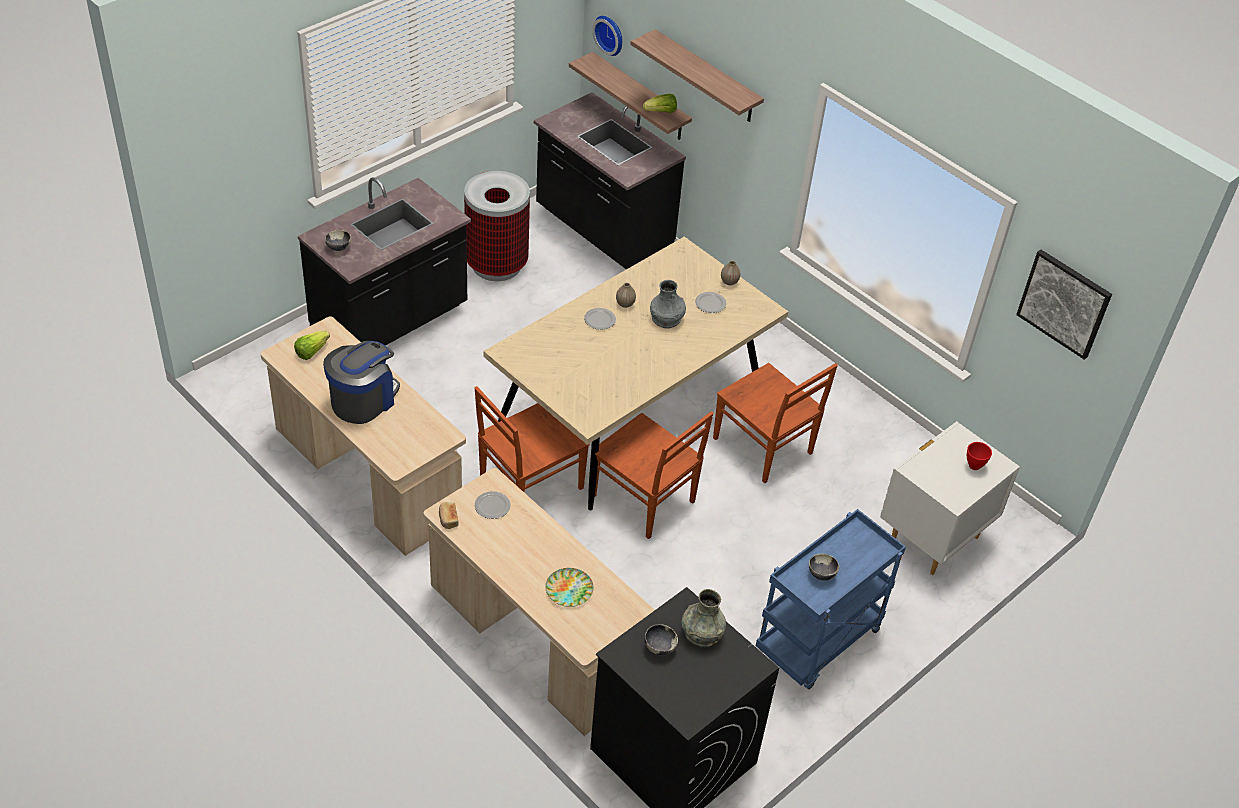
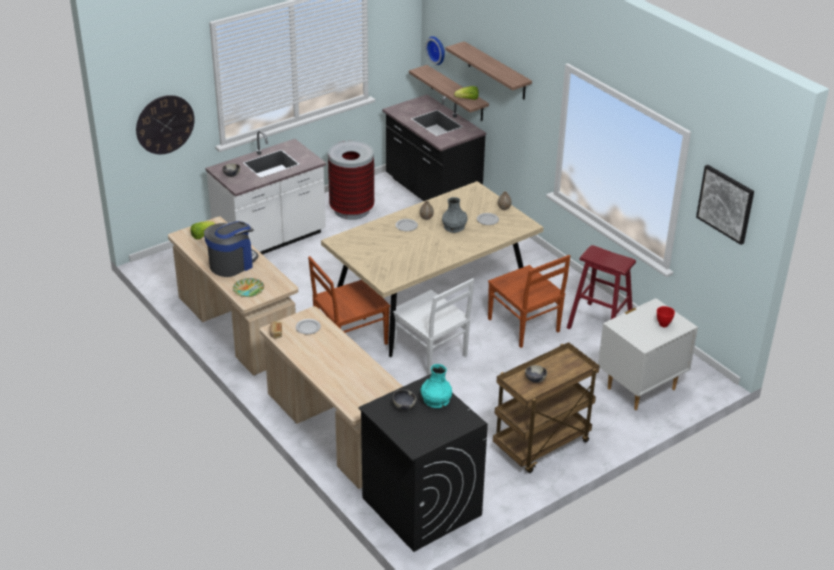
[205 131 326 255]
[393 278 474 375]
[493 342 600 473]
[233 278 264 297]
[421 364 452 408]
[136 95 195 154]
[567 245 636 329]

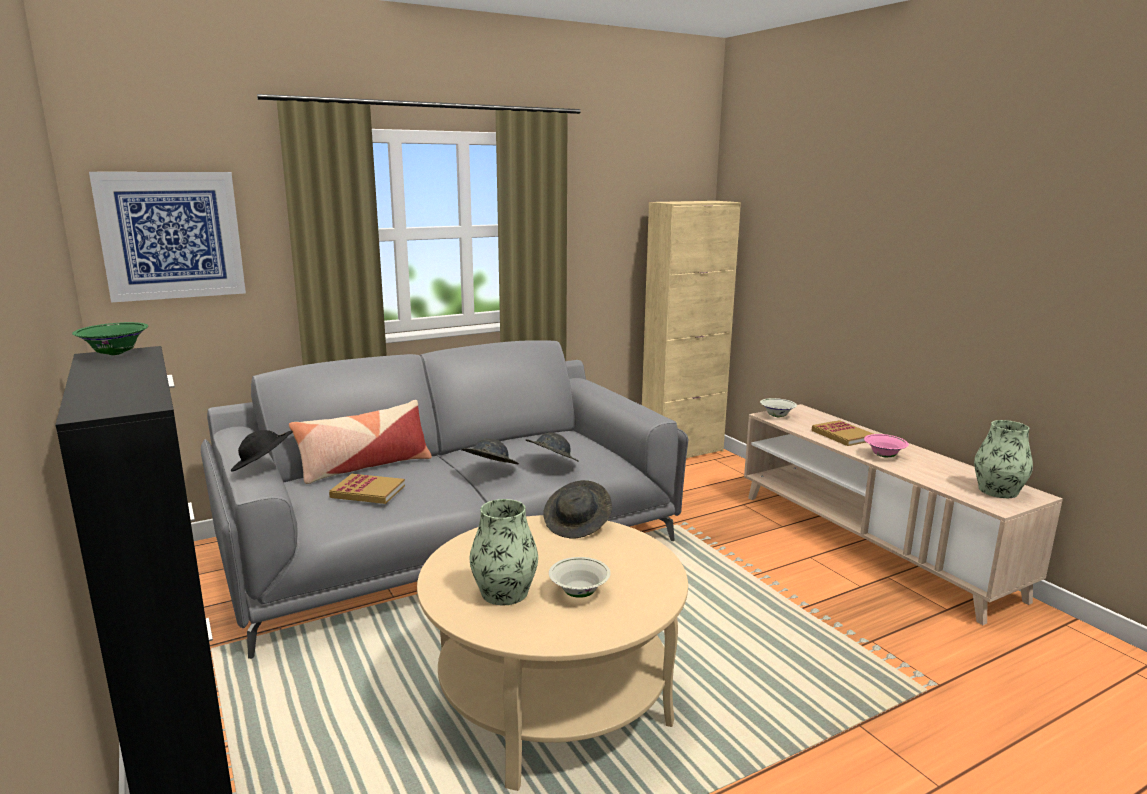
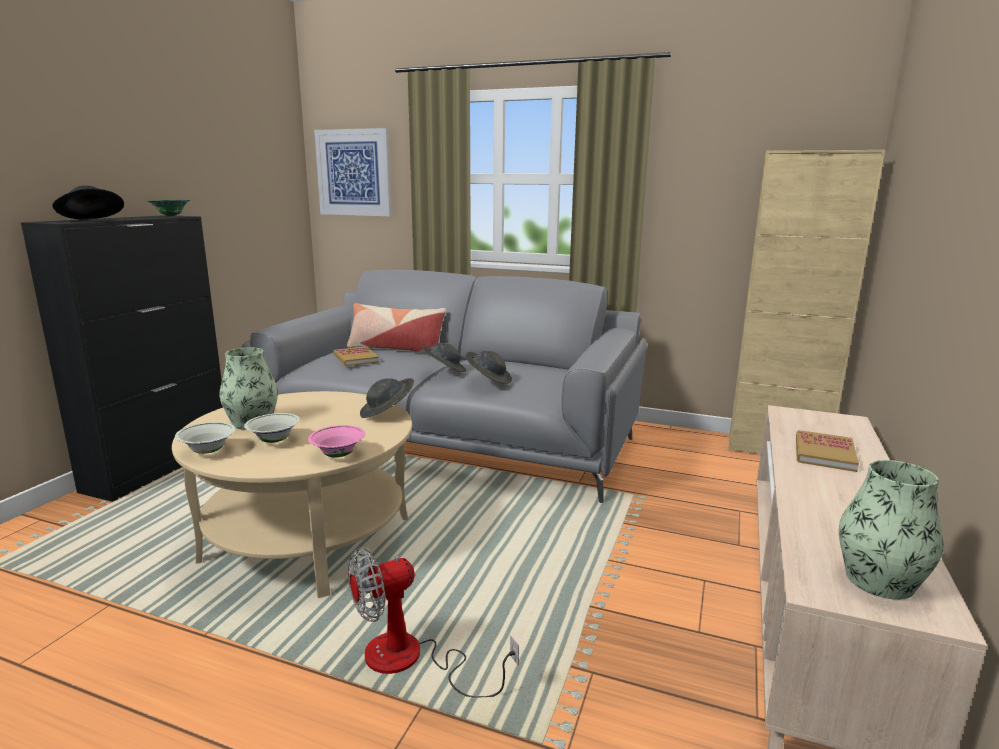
[175 422 235 454]
[52 186 124 220]
[308 425 365 457]
[348 548 519 698]

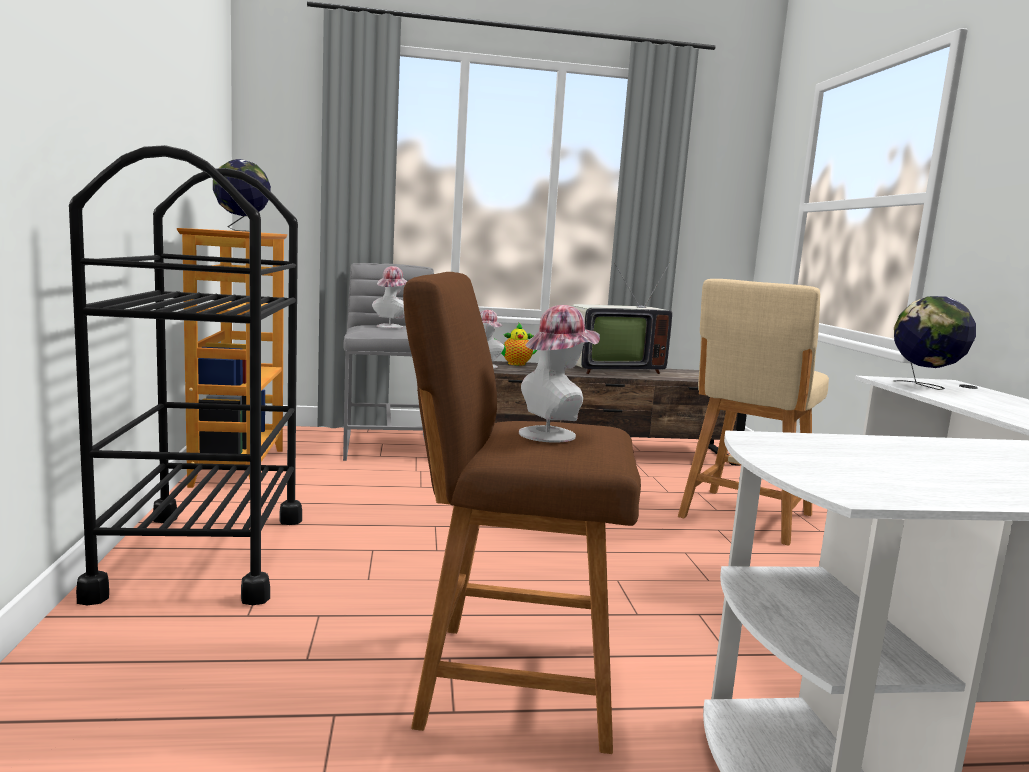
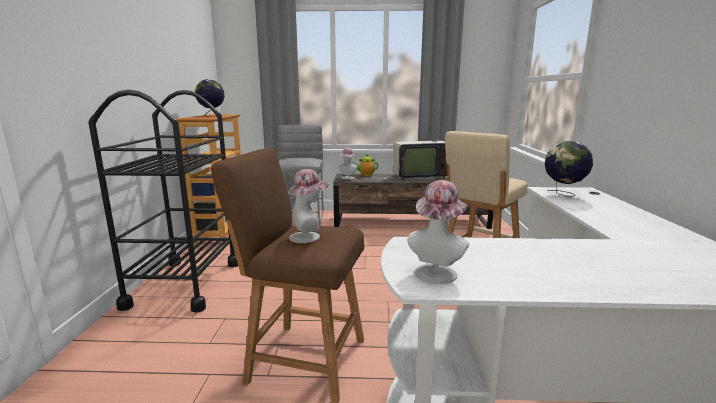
[408 180 469 284]

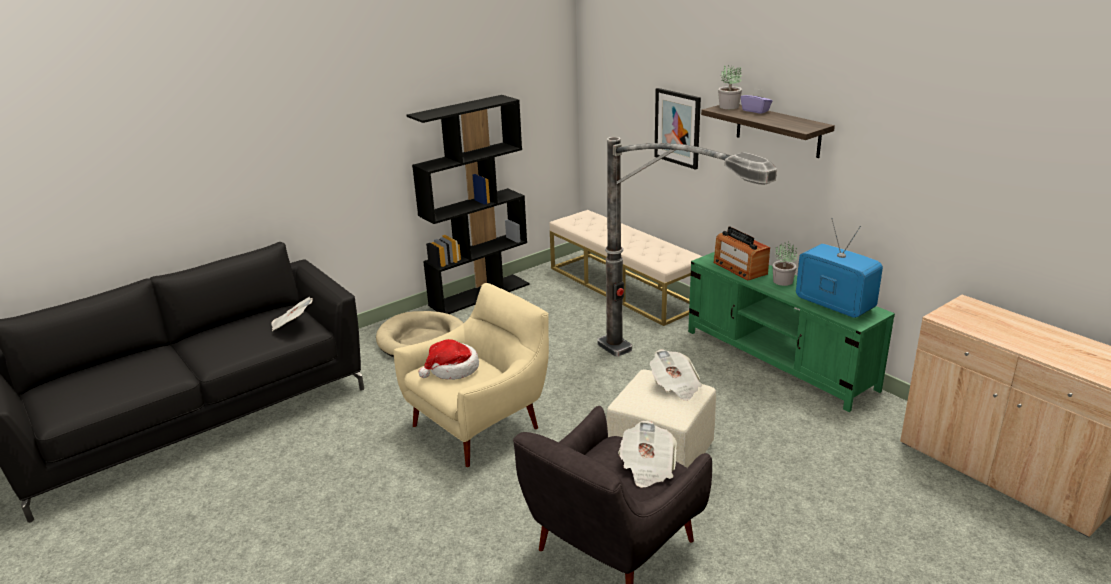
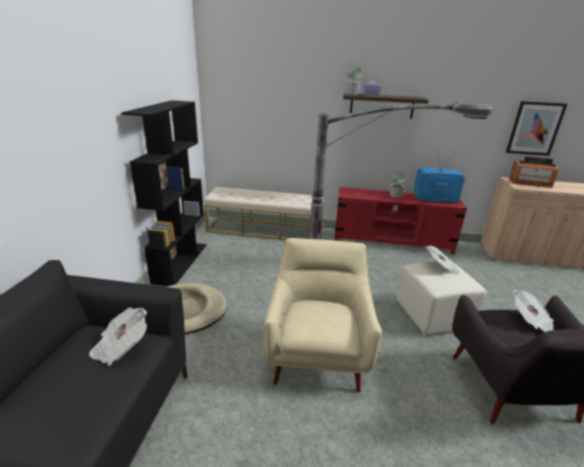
[506 101 567 156]
[509 157 559 188]
[334 187 467 255]
[419 339 479 380] (first image)

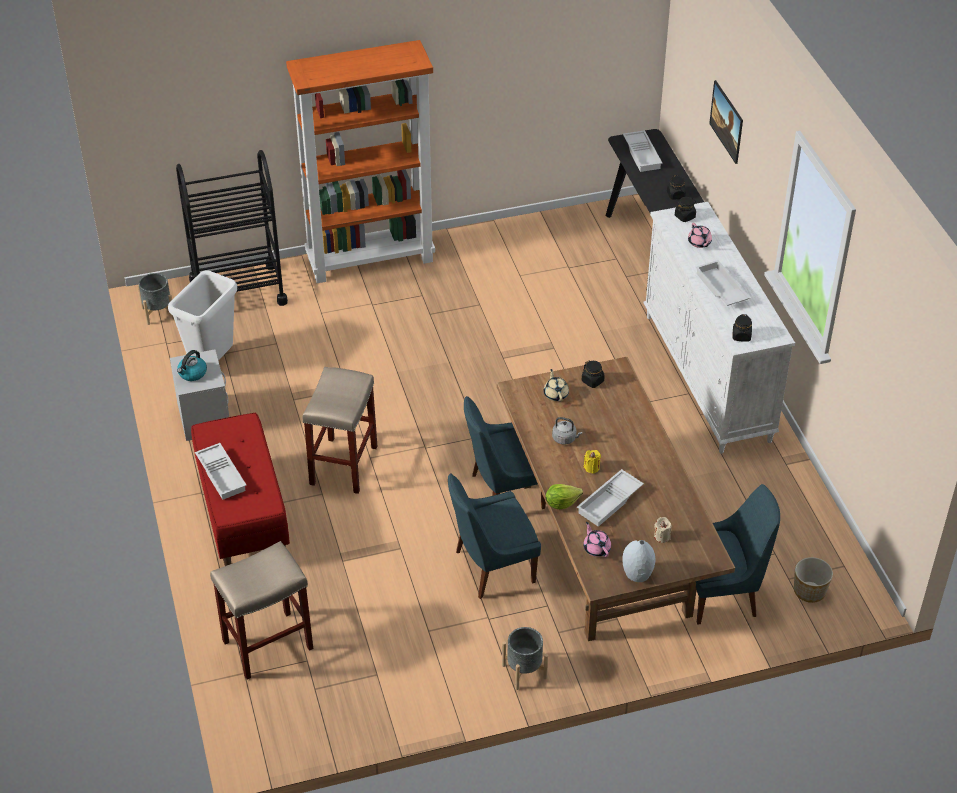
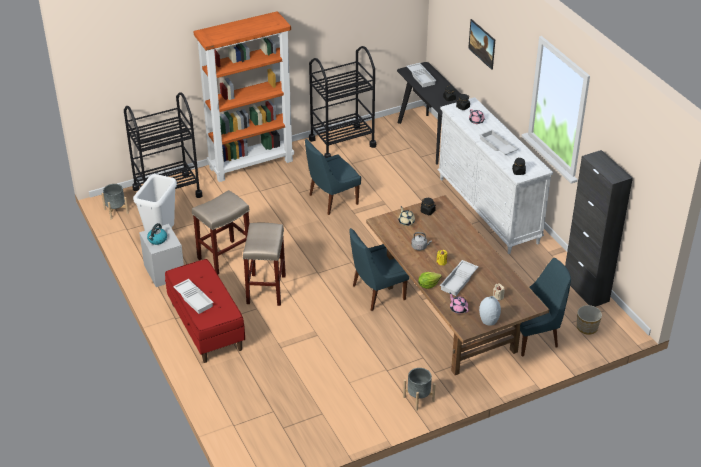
[305 139 361 215]
[192 190 249 274]
[309 46 376 158]
[565 150 633 307]

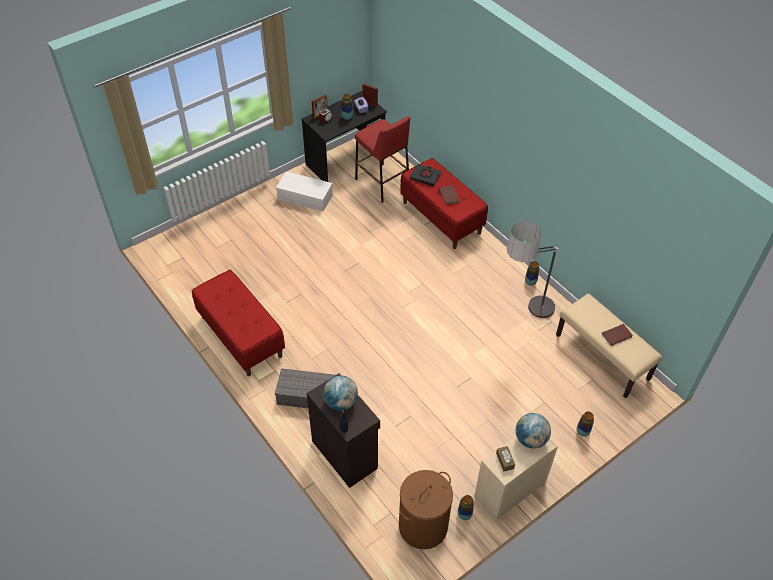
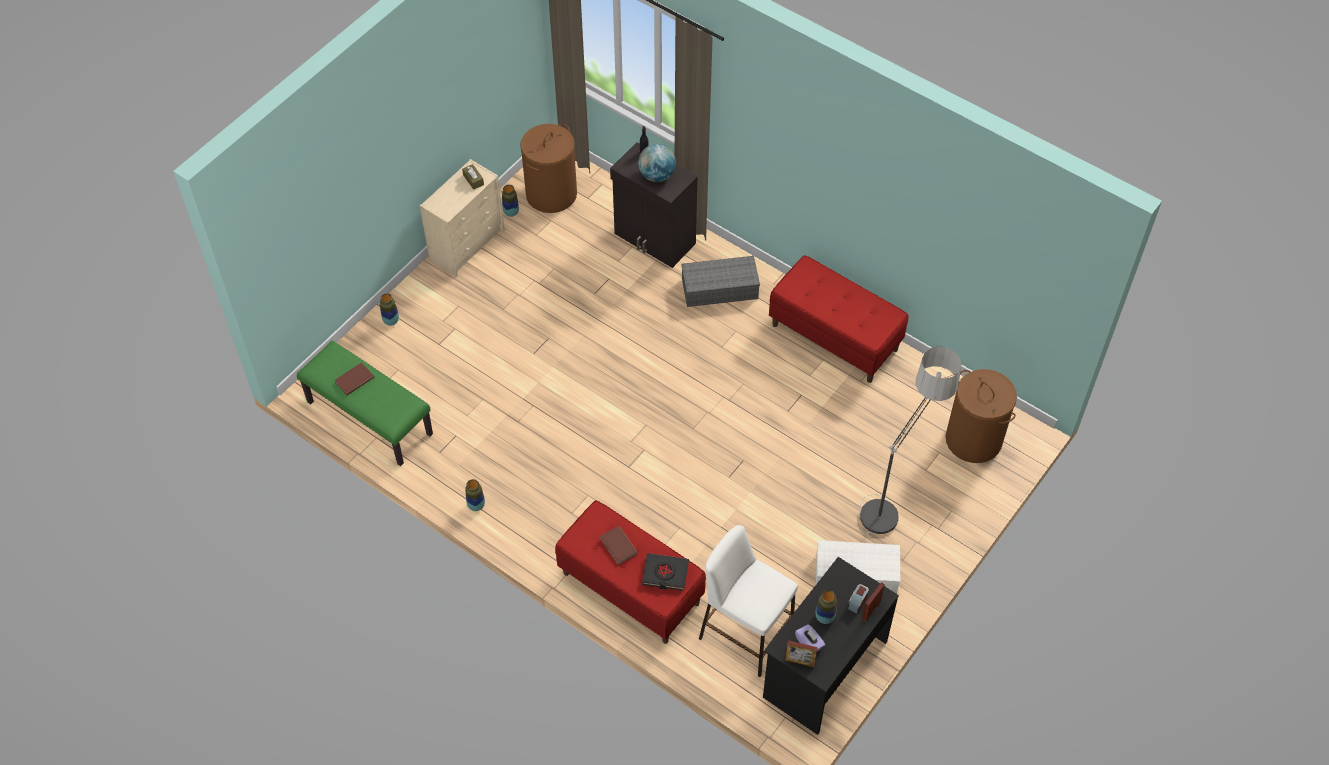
[699 525 798 677]
[860 347 961 535]
[297 341 433 466]
[516 413 551 448] (first image)
[946 369 1017 463]

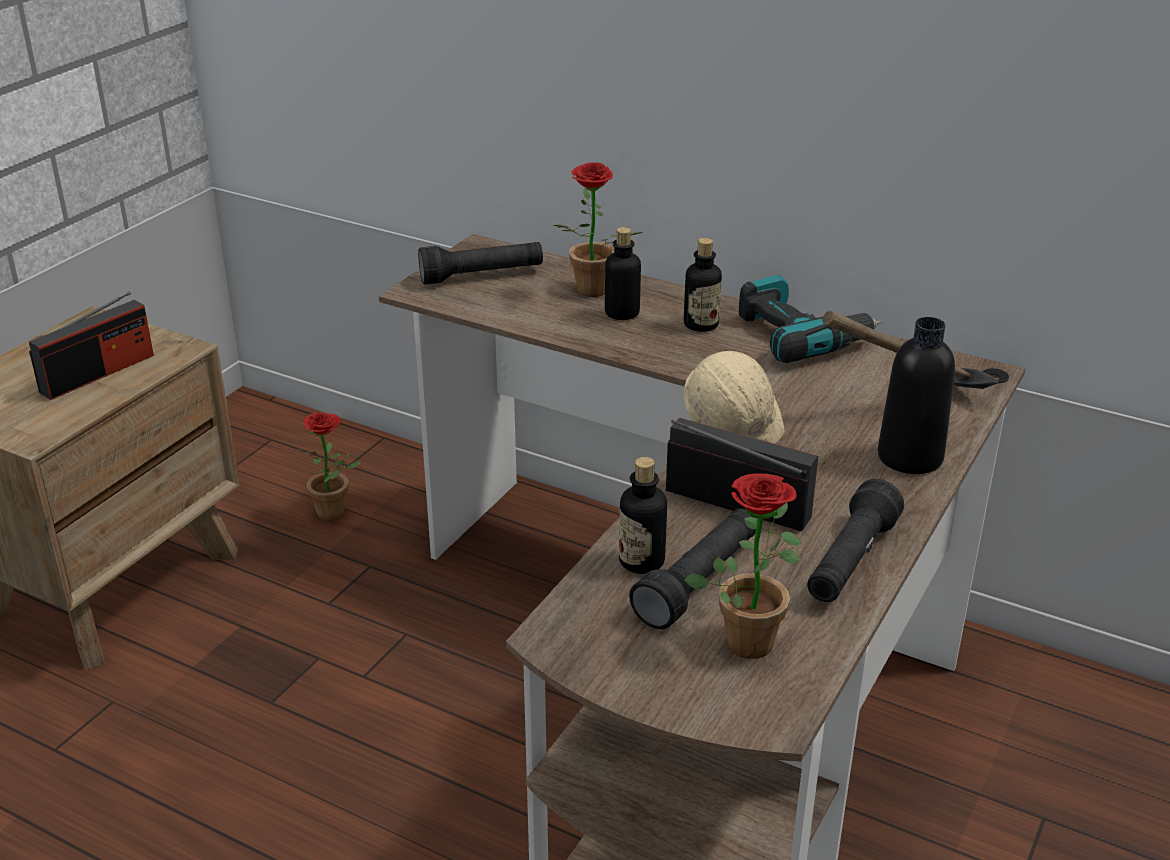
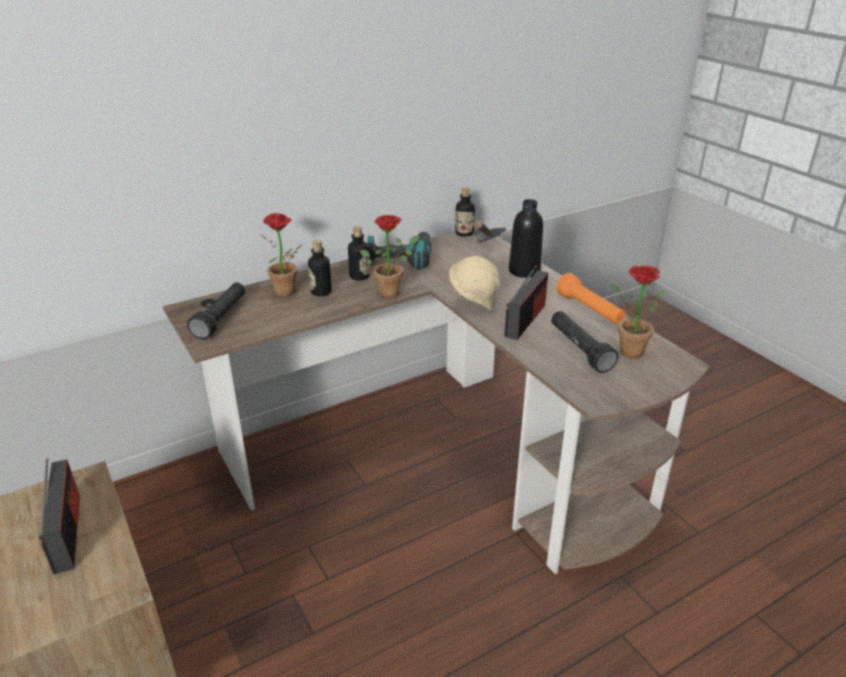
[360 215 419 298]
[504 265 548 340]
[455 187 475 237]
[556 273 626 325]

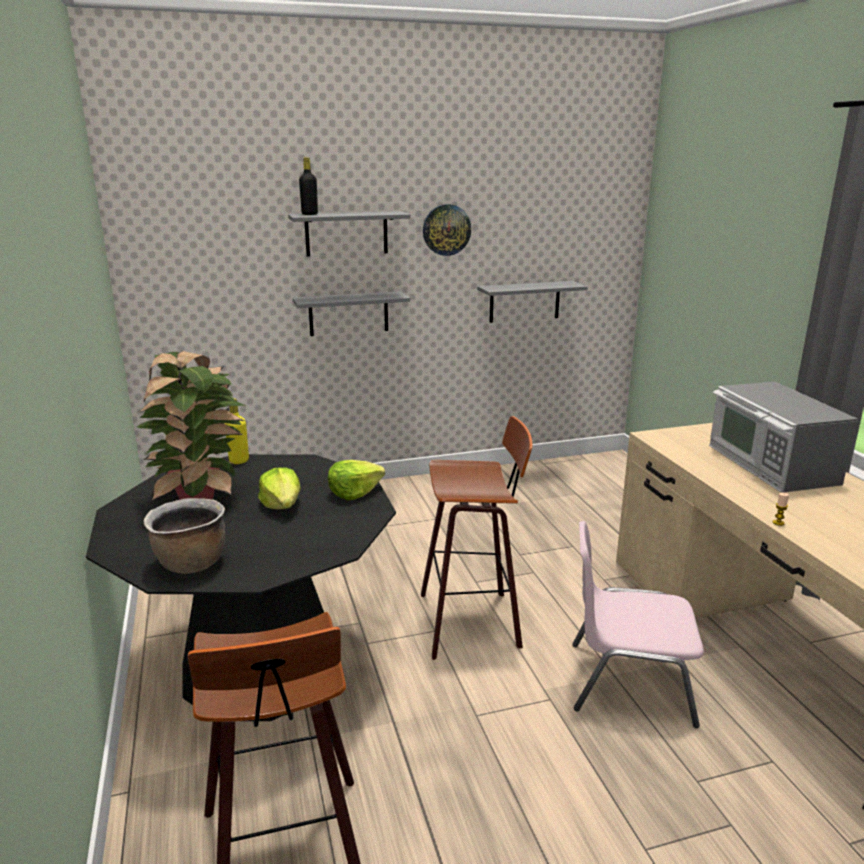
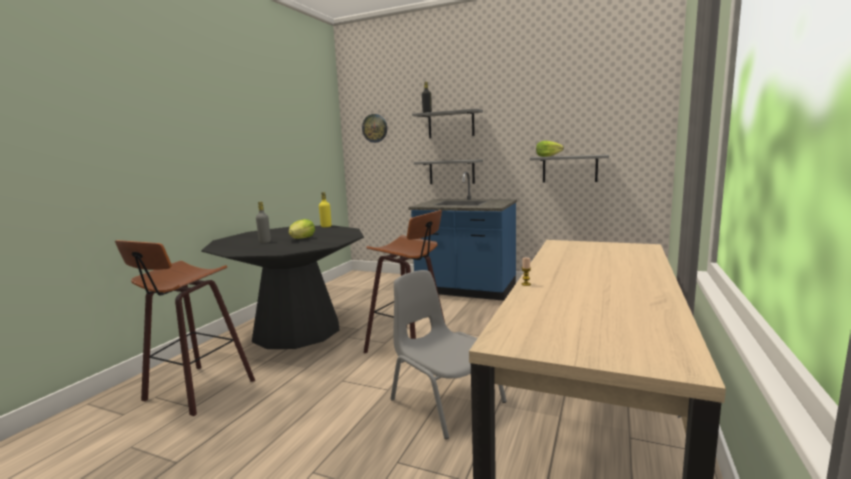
[362 114 387 143]
[137 351 246 501] (first image)
[709 382 858 493] (first image)
[536 141 564 157]
[144 498 225 574] (first image)
[390 270 507 439]
[408 172 517 301]
[256 202 271 243]

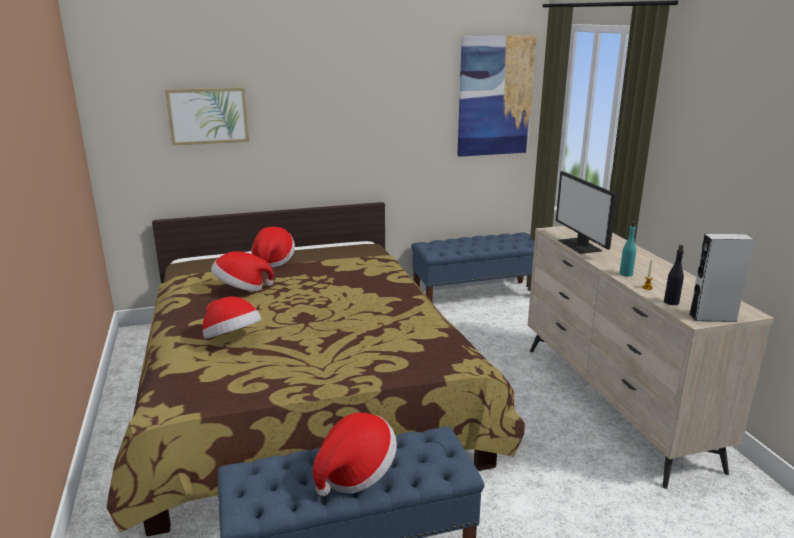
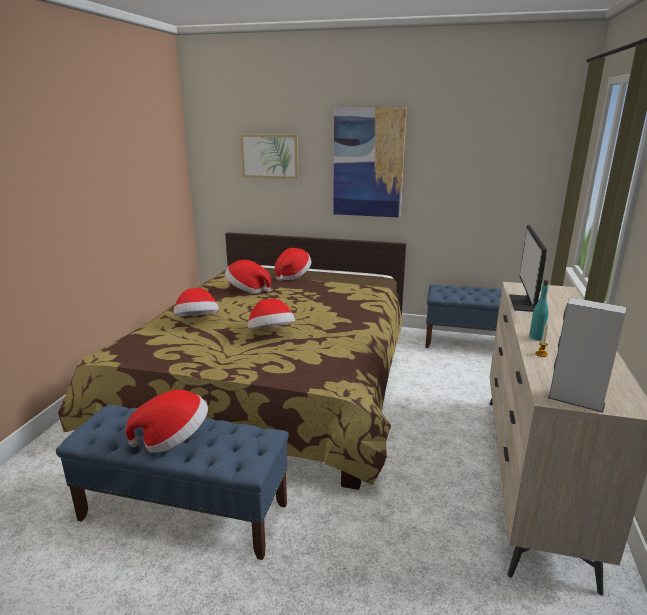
[333 107 407 218]
[664 245 684 305] (first image)
[248 298 295 329]

